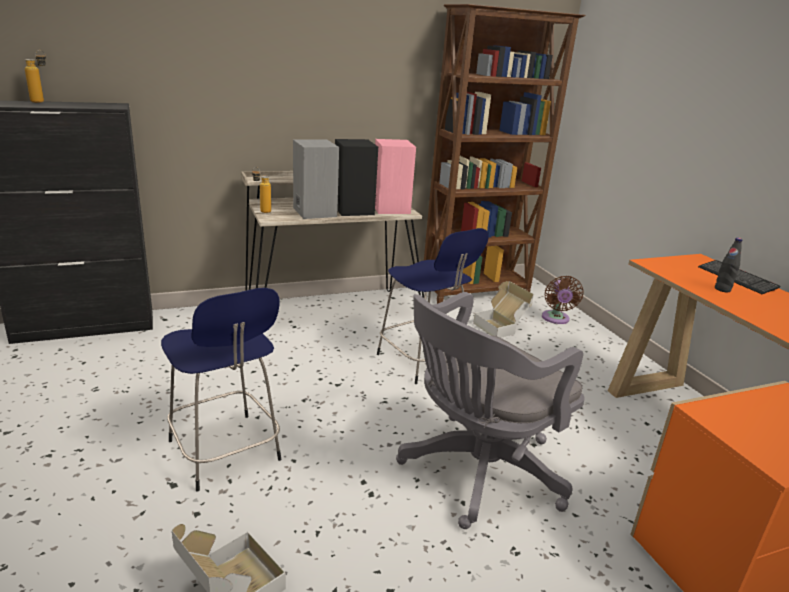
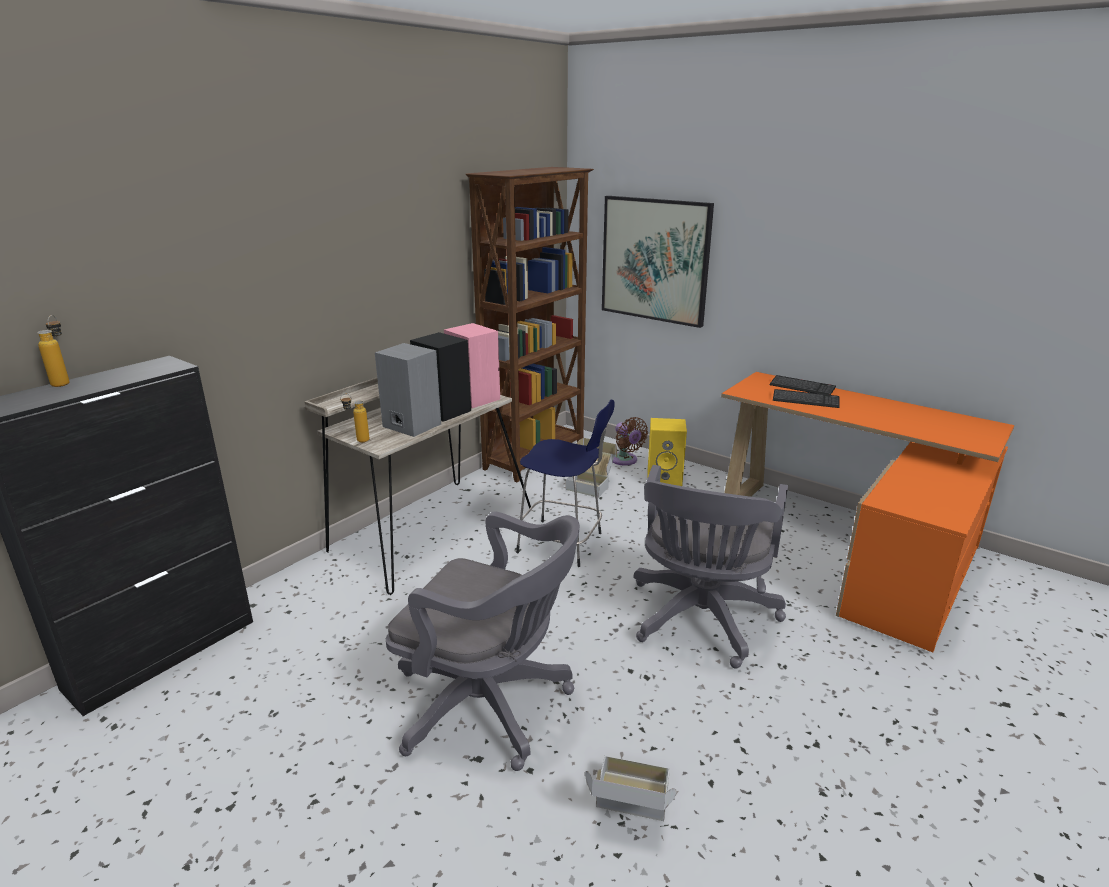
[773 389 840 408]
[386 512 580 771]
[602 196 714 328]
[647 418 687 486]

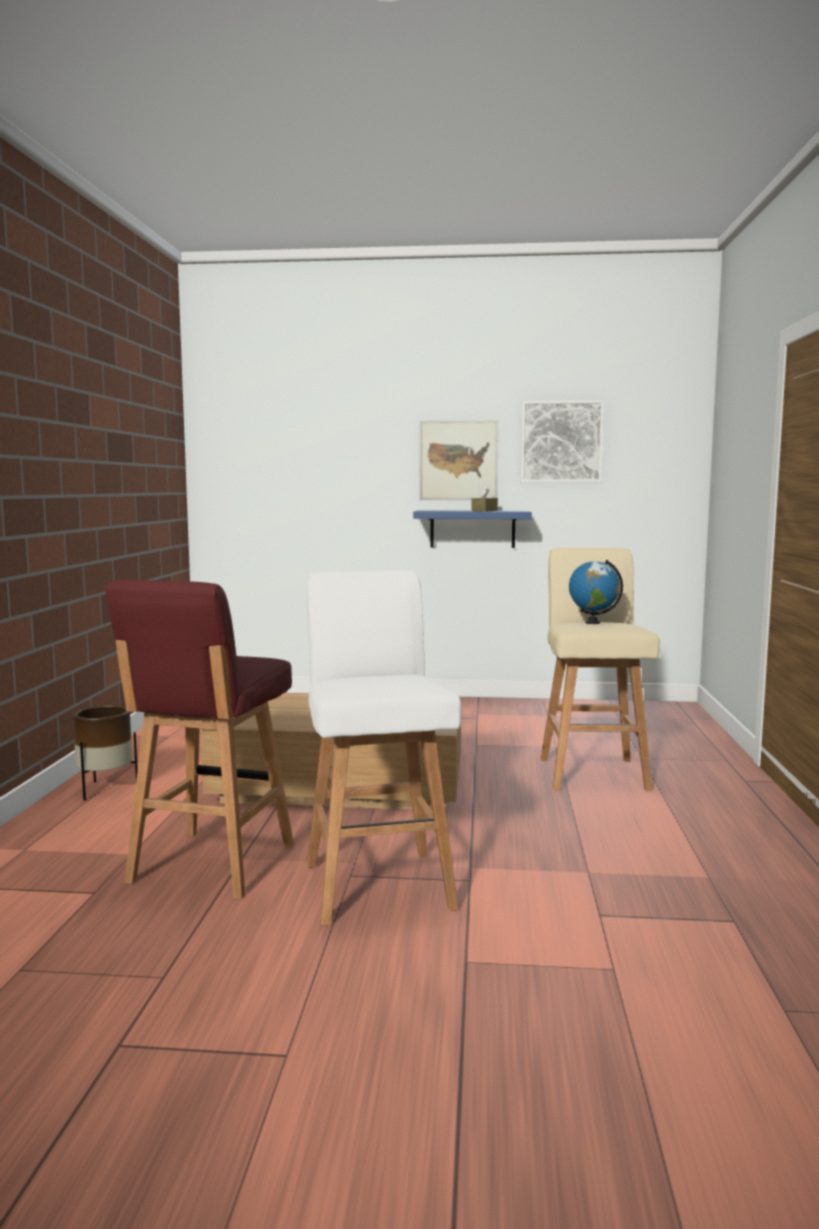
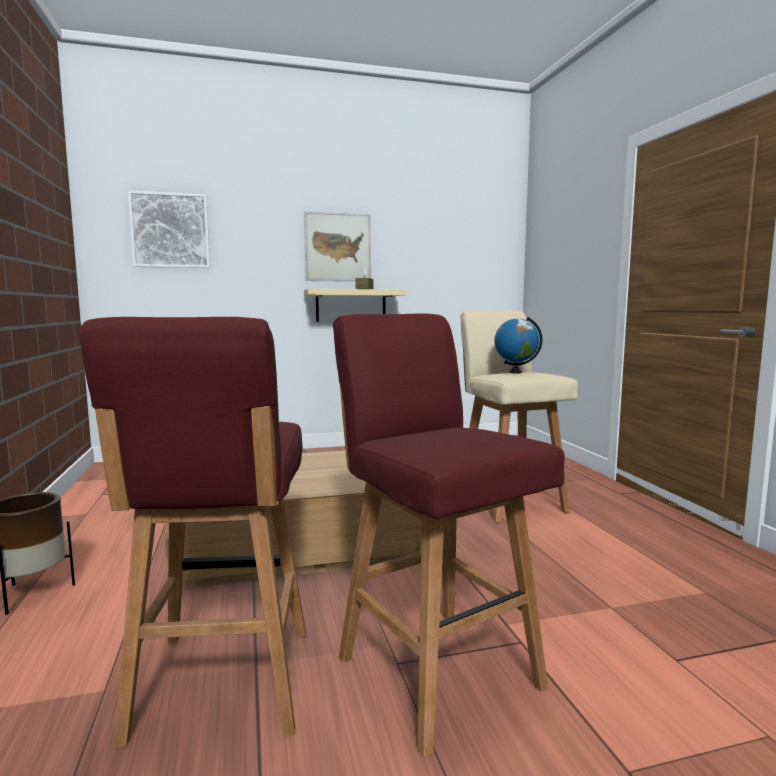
[128 190 210 268]
[304 289 406 322]
[333 313 565 757]

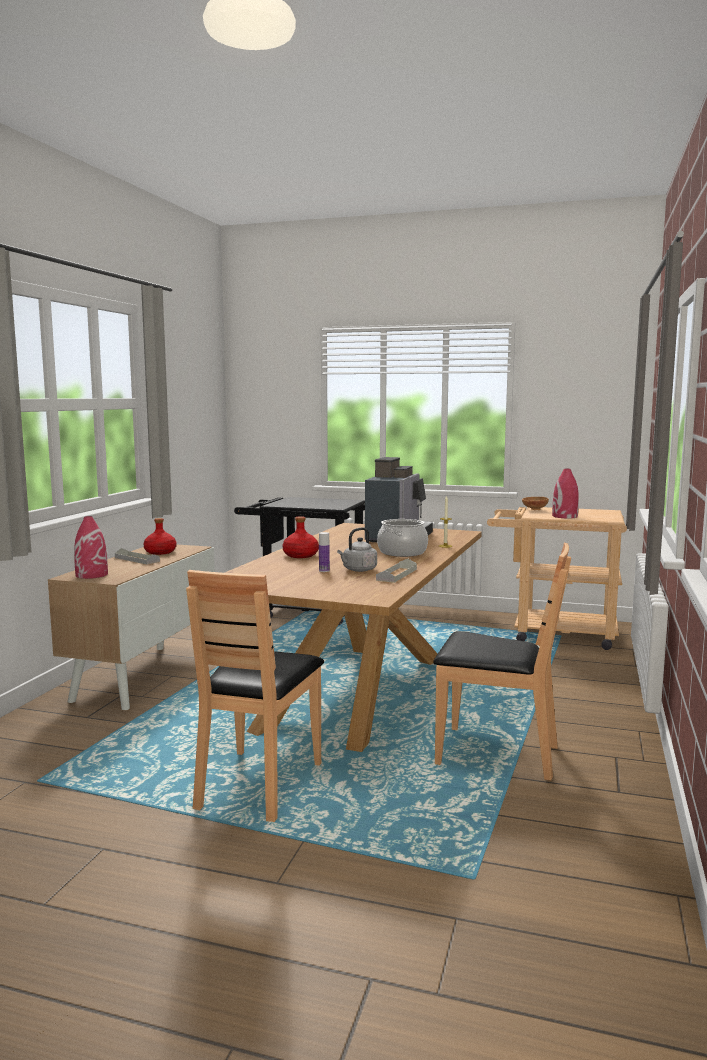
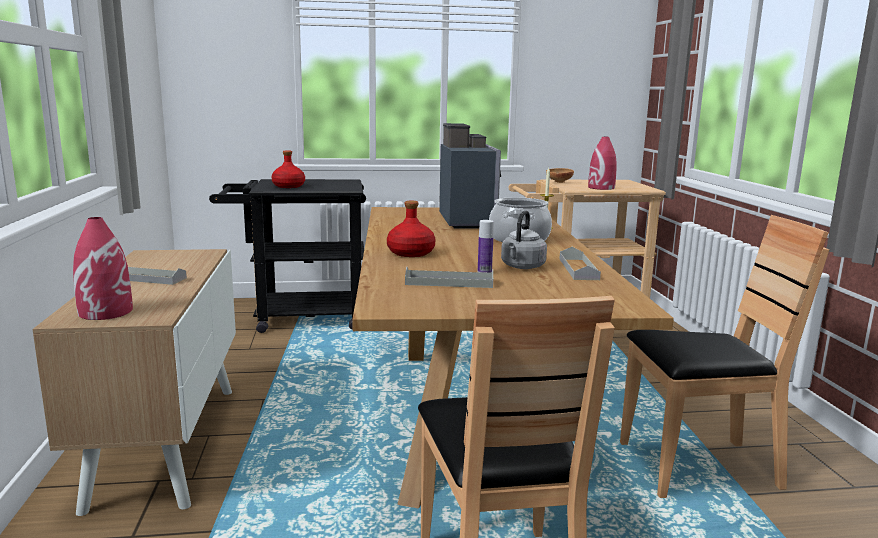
[271 151 305 188]
[405 266 493 288]

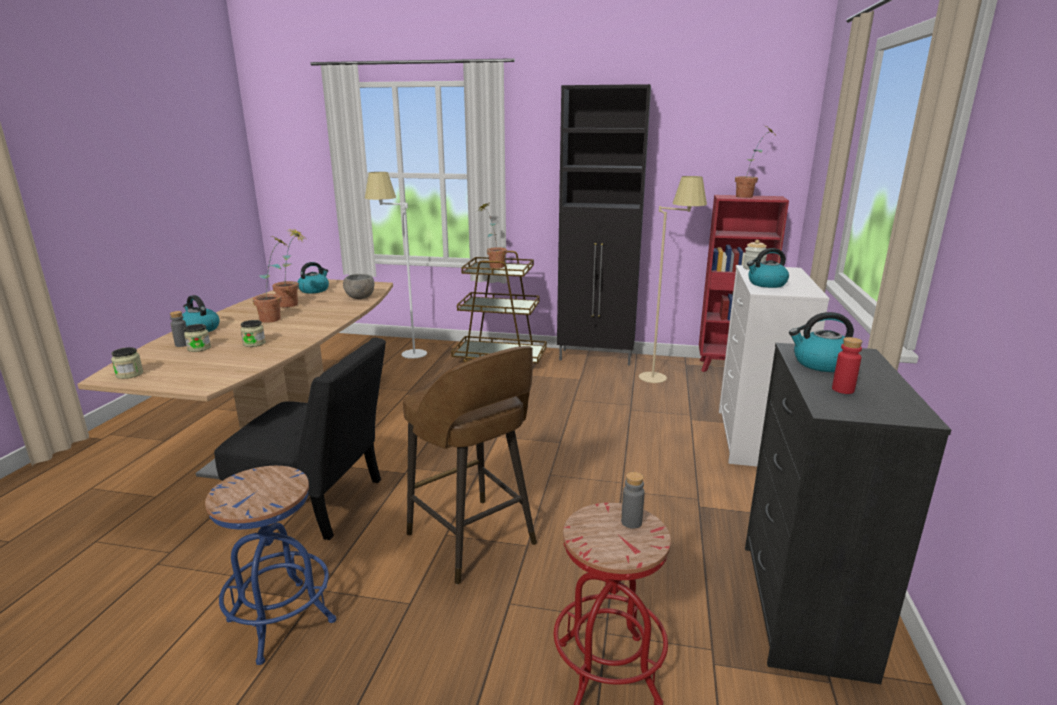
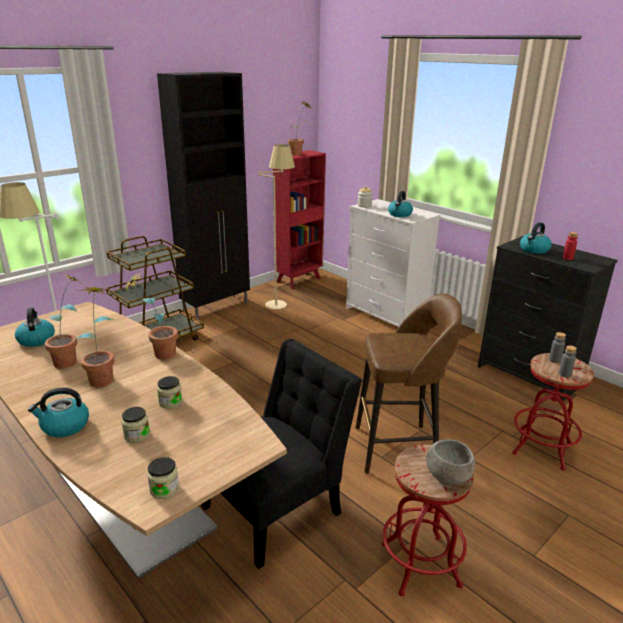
[124 273 178 359]
[426 439 476 485]
[559 345 577 378]
[382 445 474 596]

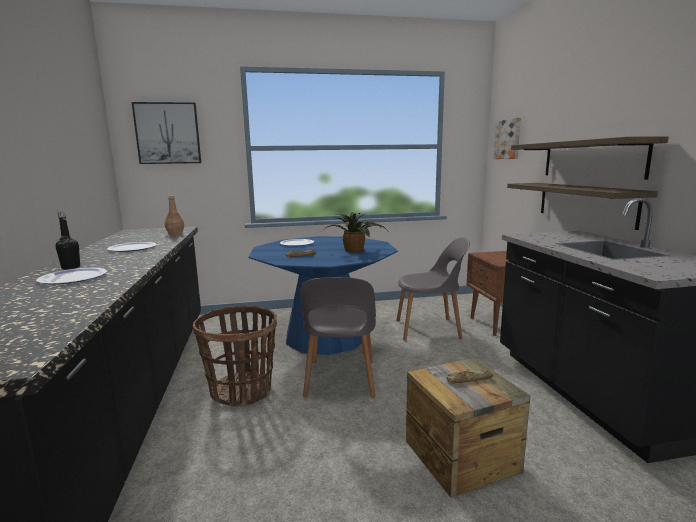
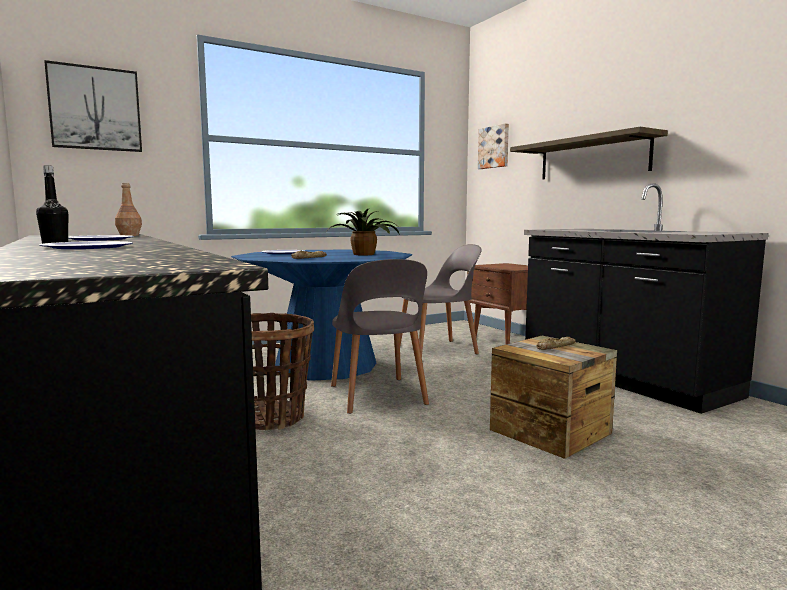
[507 183 658 230] (first image)

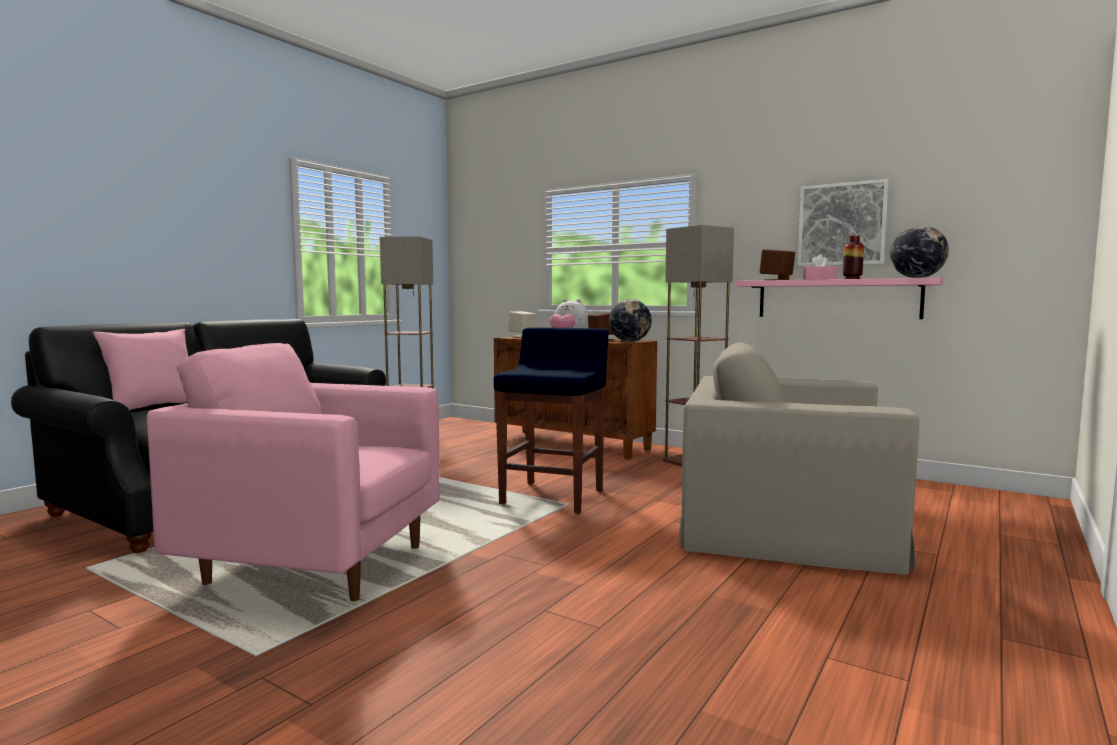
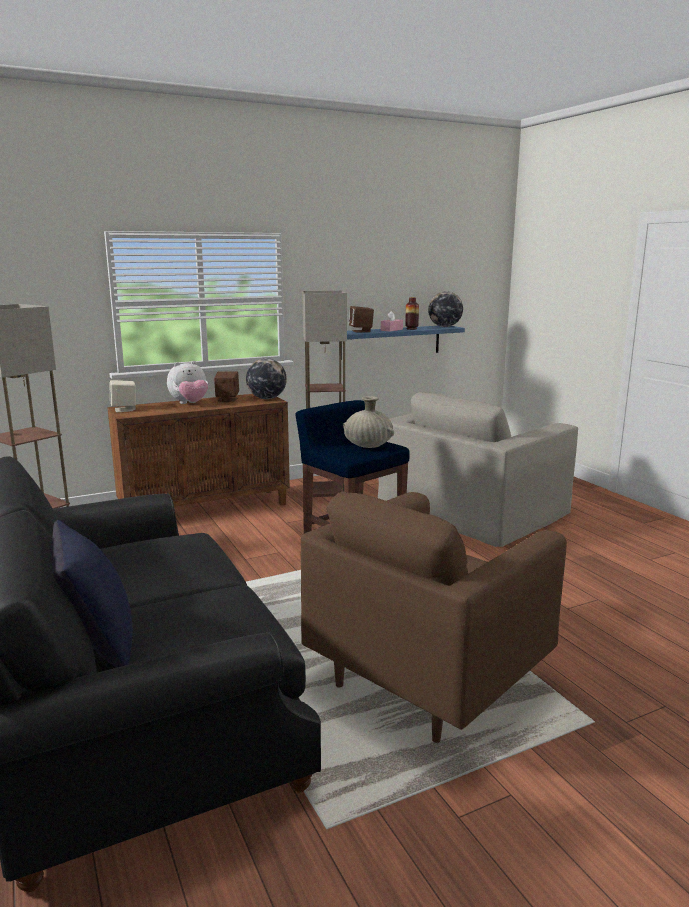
[798 179 889 266] (first image)
[341 326 465 360]
[51 520 133 668]
[301 491 567 743]
[343 396 394 448]

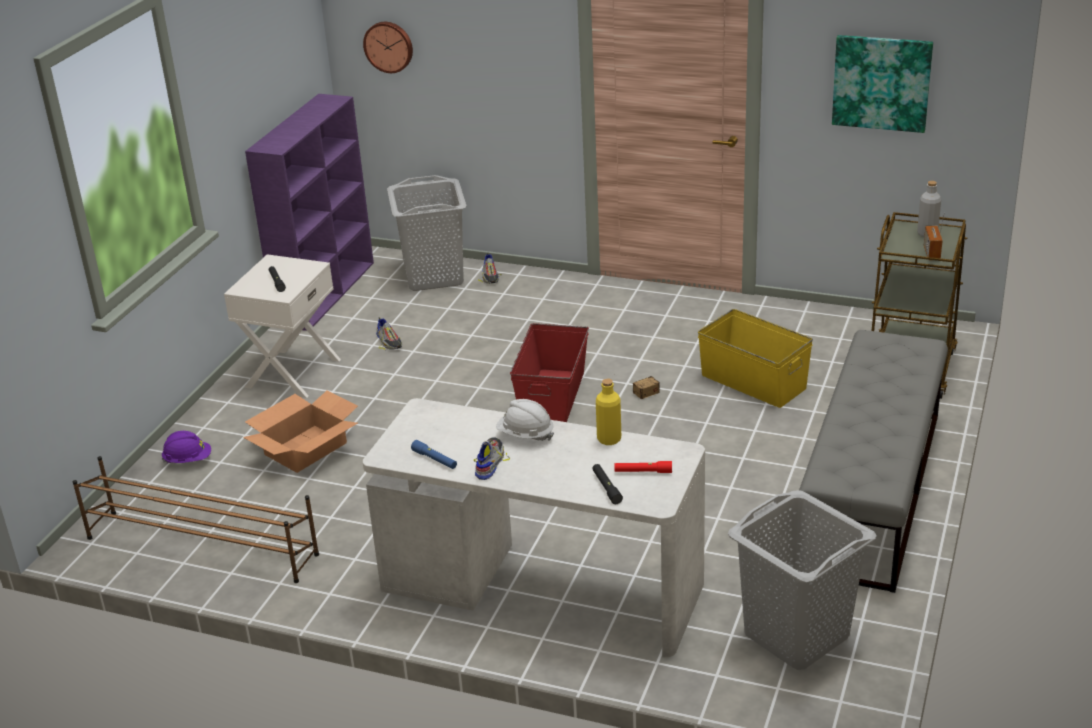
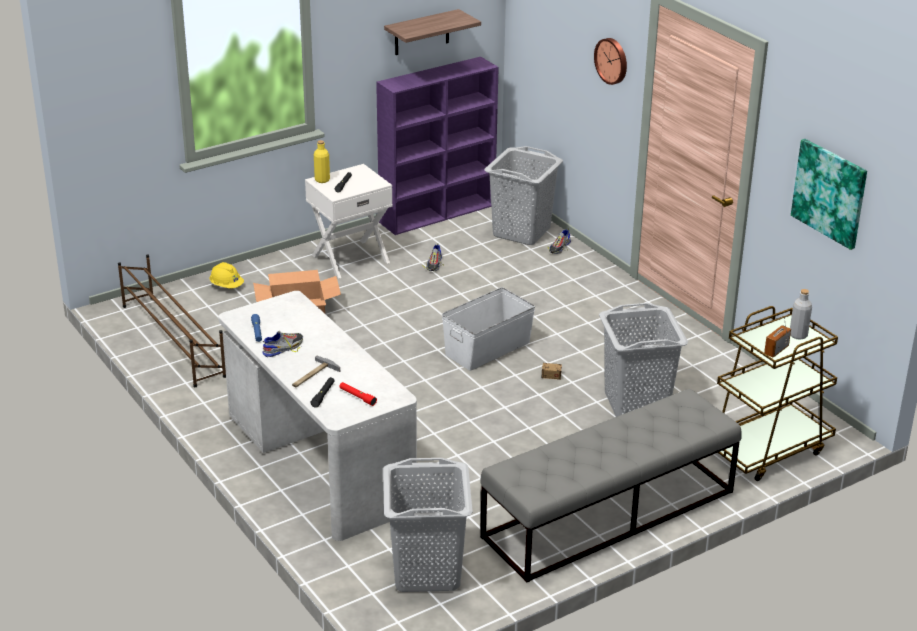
[594 38 627 85]
[599 303 688 417]
[442 287 535 371]
[314 140 330 183]
[496 399 554 441] (first image)
[209 262 244 288]
[384 9 481 55]
[292 355 340 387]

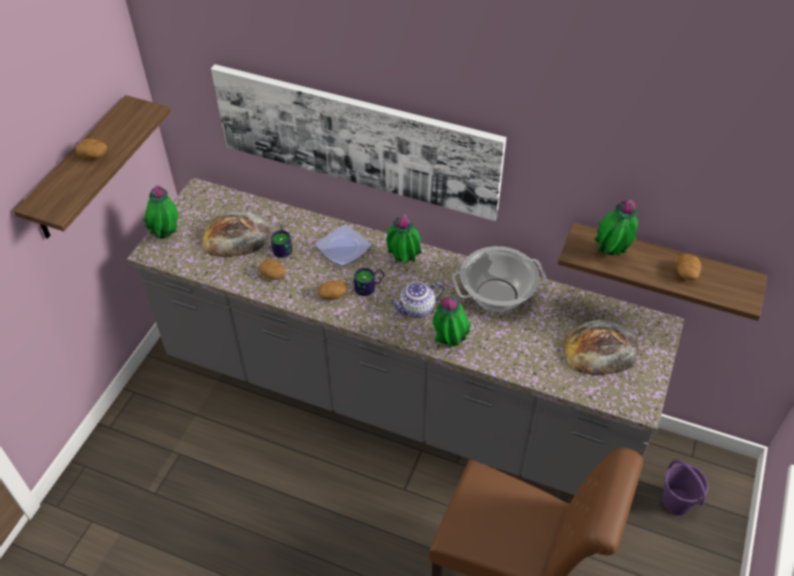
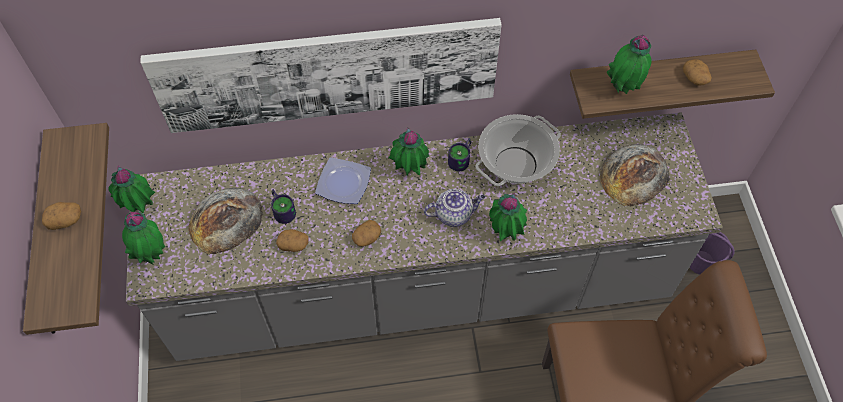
[448 138 471 172]
[424 189 485 227]
[108 166 155 213]

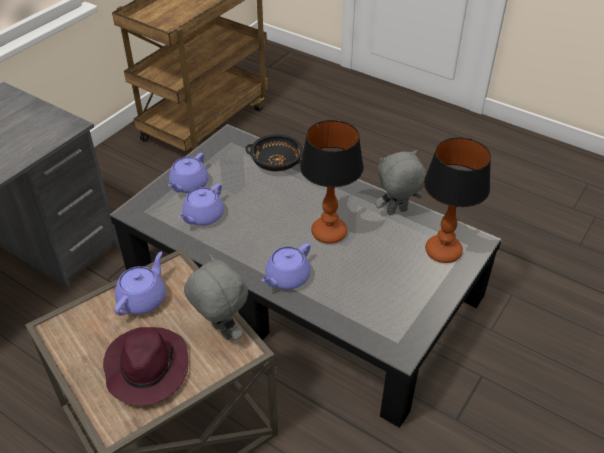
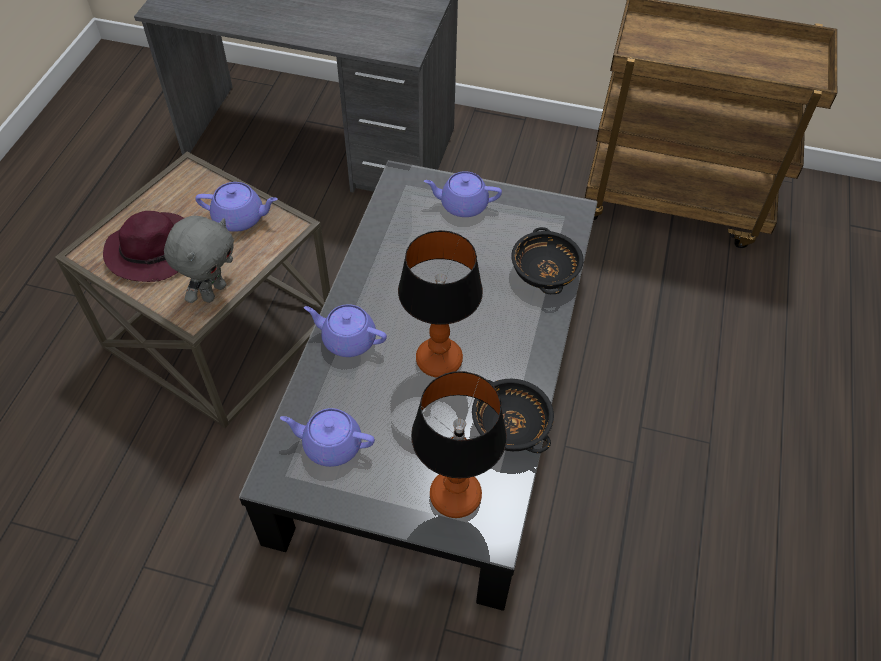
[472 379 554 453]
[280 408 375 467]

